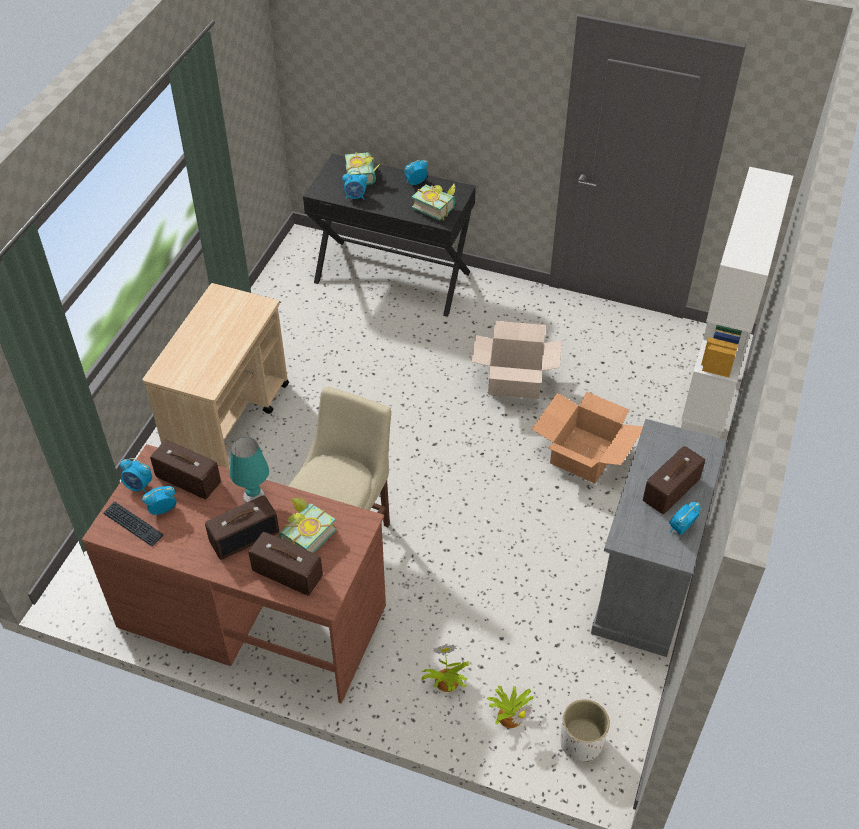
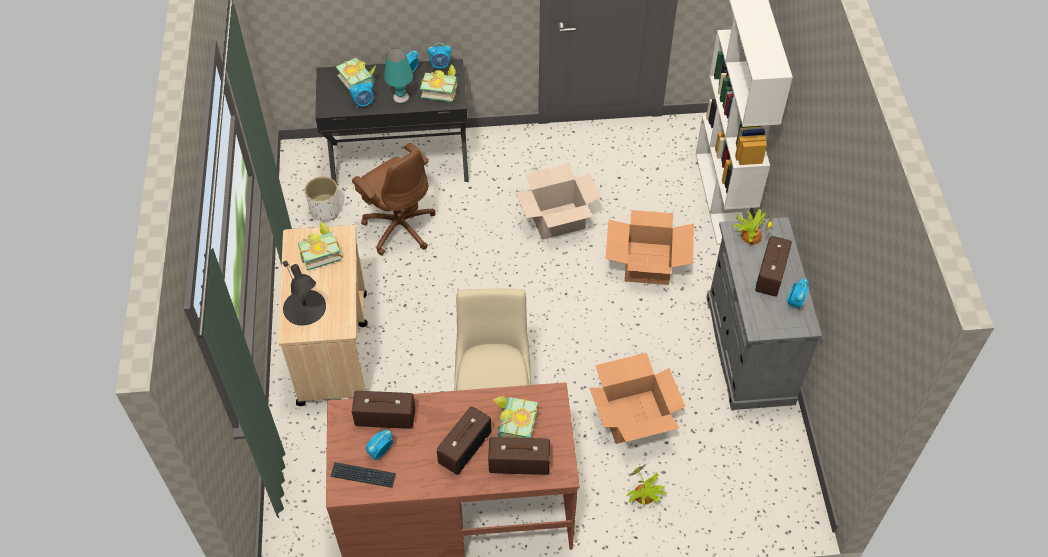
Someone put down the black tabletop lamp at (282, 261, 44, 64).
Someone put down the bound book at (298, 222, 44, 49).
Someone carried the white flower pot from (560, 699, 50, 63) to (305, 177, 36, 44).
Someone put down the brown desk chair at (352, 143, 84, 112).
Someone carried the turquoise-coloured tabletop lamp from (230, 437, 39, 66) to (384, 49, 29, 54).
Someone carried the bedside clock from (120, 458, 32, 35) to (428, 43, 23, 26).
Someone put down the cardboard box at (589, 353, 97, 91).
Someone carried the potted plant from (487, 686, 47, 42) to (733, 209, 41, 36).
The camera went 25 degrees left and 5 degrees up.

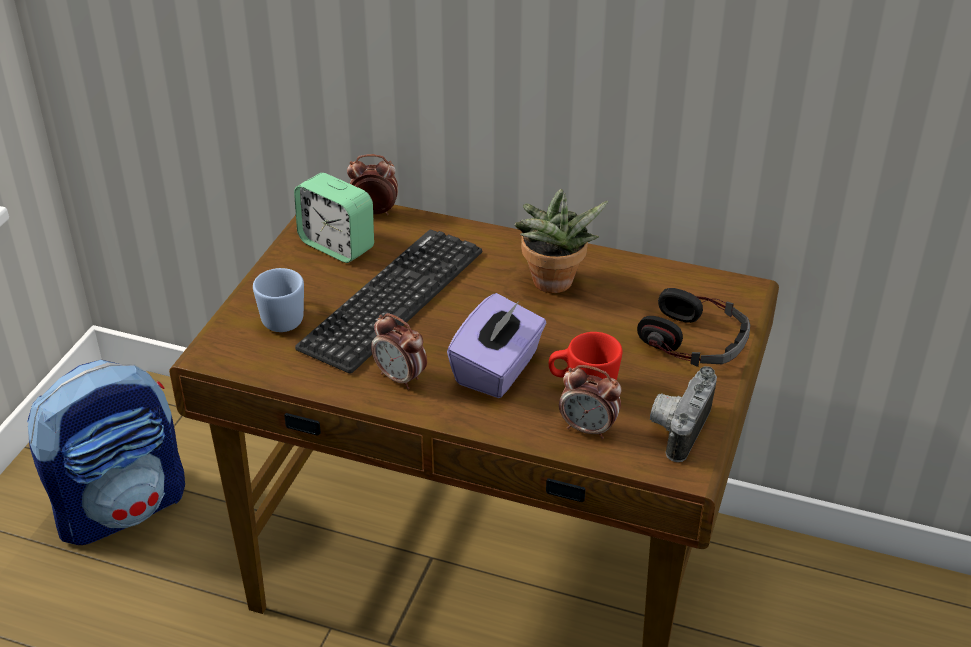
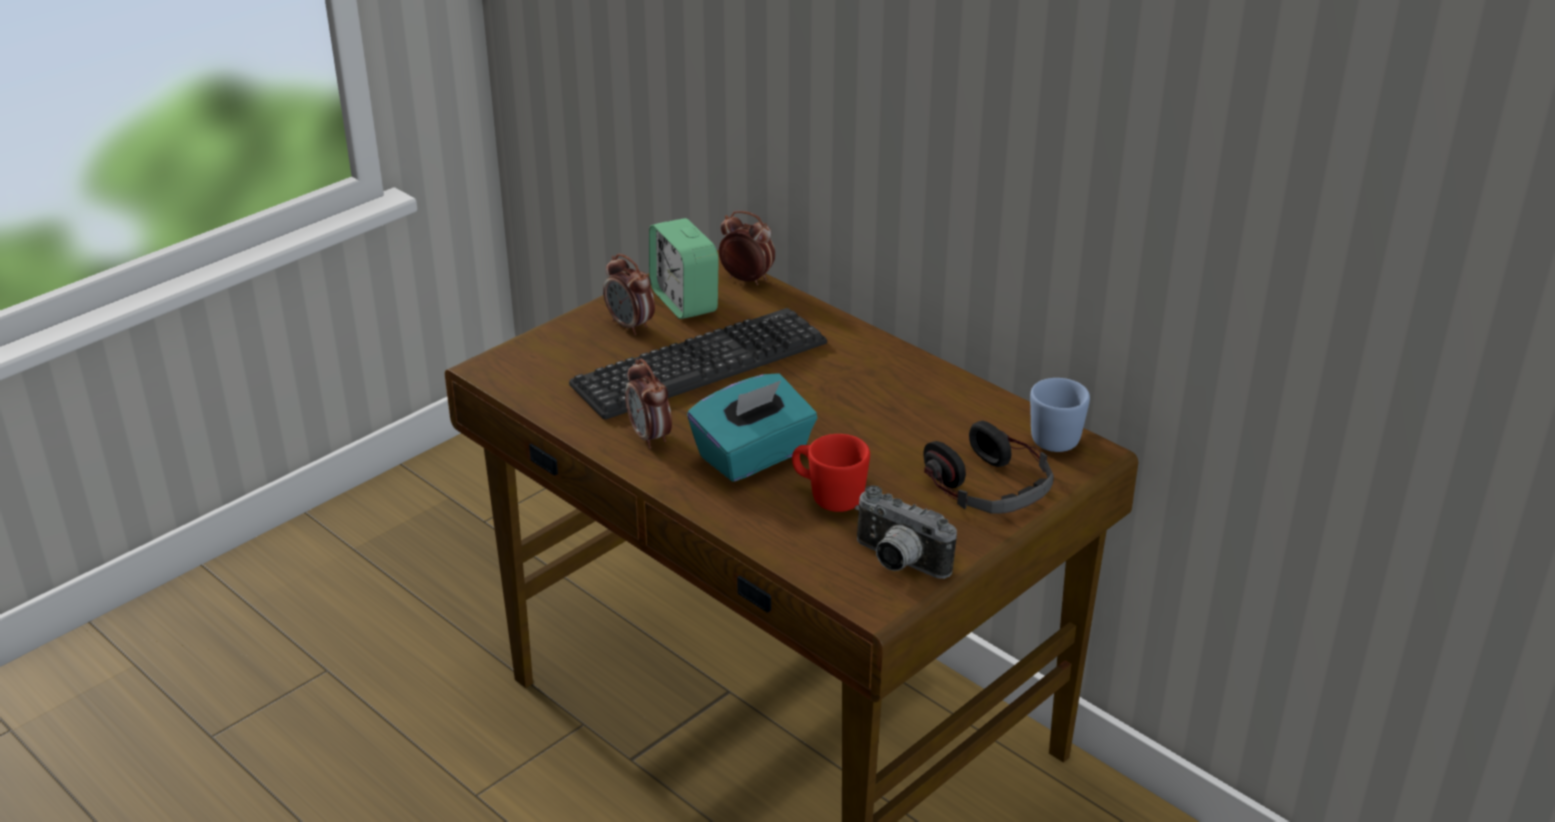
Someone carried the bedside clock from (559, 365, 63, 74) to (603, 254, 52, 81).
Someone repainted the purplish tissue box at (447, 293, 99, 105), which became the turquoise-coloured tissue box at (687, 374, 130, 108).
Someone rotated the photo camera at (650, 366, 67, 96) by 105 degrees counterclockwise.
Someone carried the bluish mug from (253, 268, 51, 64) to (1030, 378, 60, 74).
Someone took away the rucksack at (27, 360, 158, 185).
Someone took away the potted plant at (515, 189, 93, 104).
The camera went 25 degrees right and 5 degrees down.

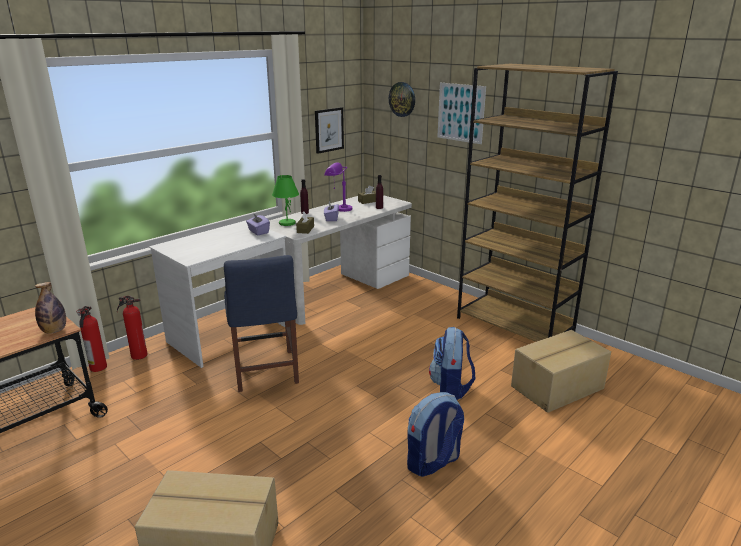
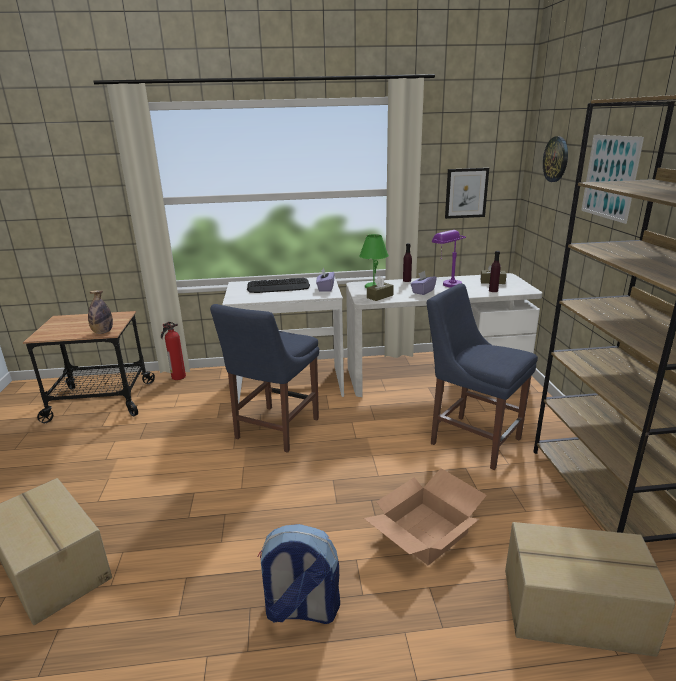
Someone put down the PC keyboard at (247, 278, 63, 15).
Someone swapped the rucksack at (429, 327, 46, 73) for the cardboard box at (364, 468, 123, 97).
Someone put down the bluish upright chair at (427, 283, 111, 187).
Someone took away the fire-fighting cylinder at (117, 296, 31, 64).
The camera went 40 degrees right and 0 degrees up.

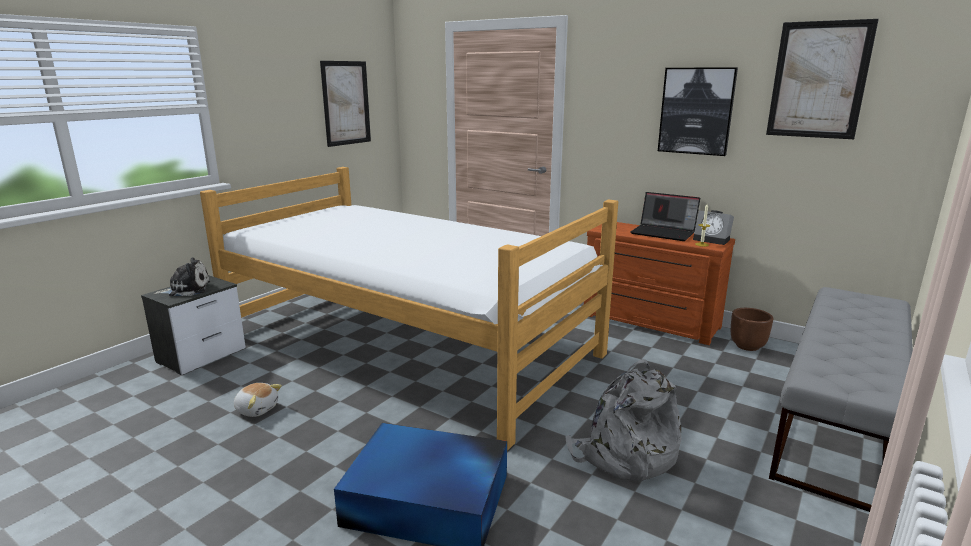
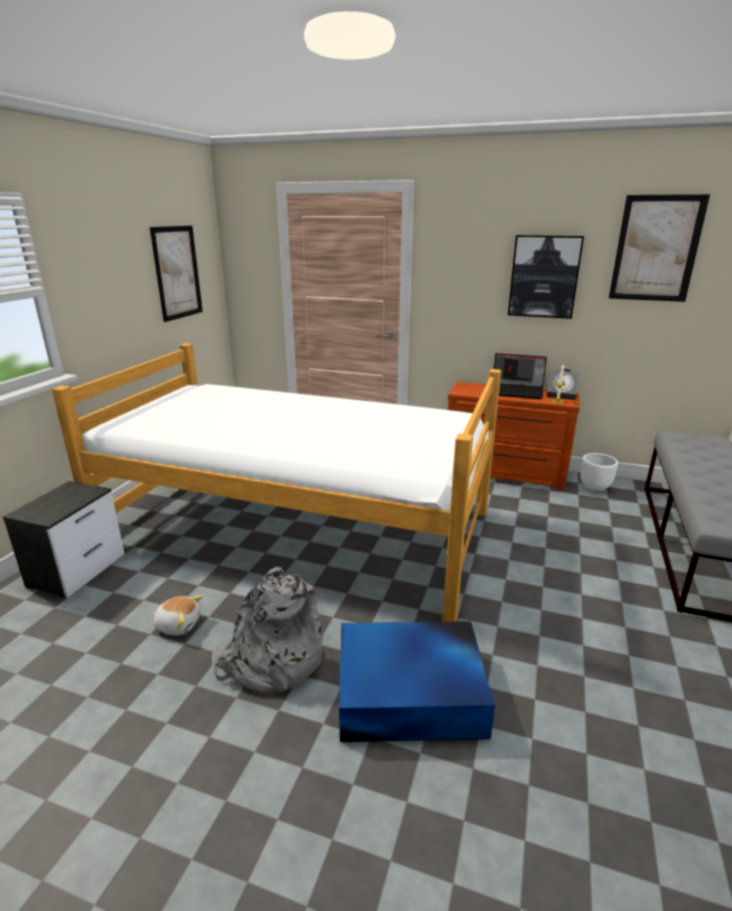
Someone carried the grey rucksack from (565, 359, 117, 122) to (212, 567, 111, 127).
Someone repainted the brown flower pot at (731, 308, 42, 43), which became the white flower pot at (581, 453, 37, 38).
Someone took away the soft toy at (154, 257, 56, 39).
The camera went 15 degrees left and 5 degrees up.

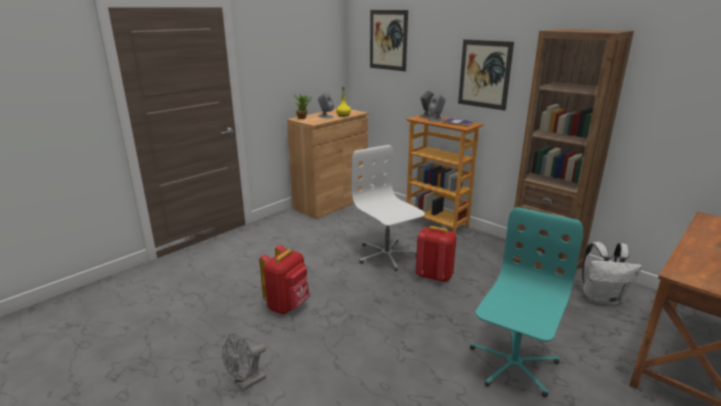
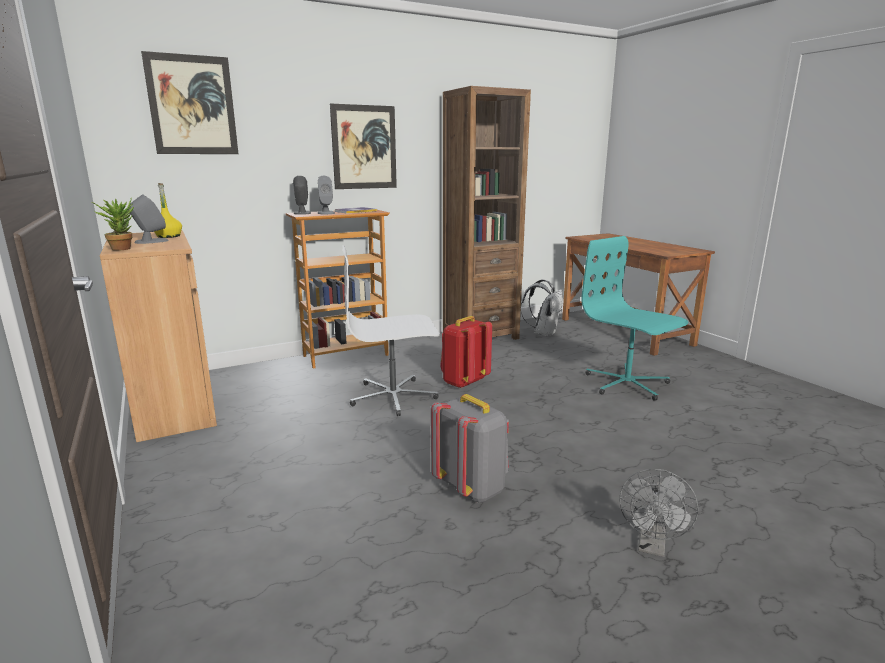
Someone repainted the red rucksack at (259, 245, 51, 69), which became the grey rucksack at (431, 394, 78, 109).
Someone rotated the grey electric fan at (222, 334, 44, 57) by 45 degrees clockwise.
The camera went 70 degrees left and 5 degrees down.

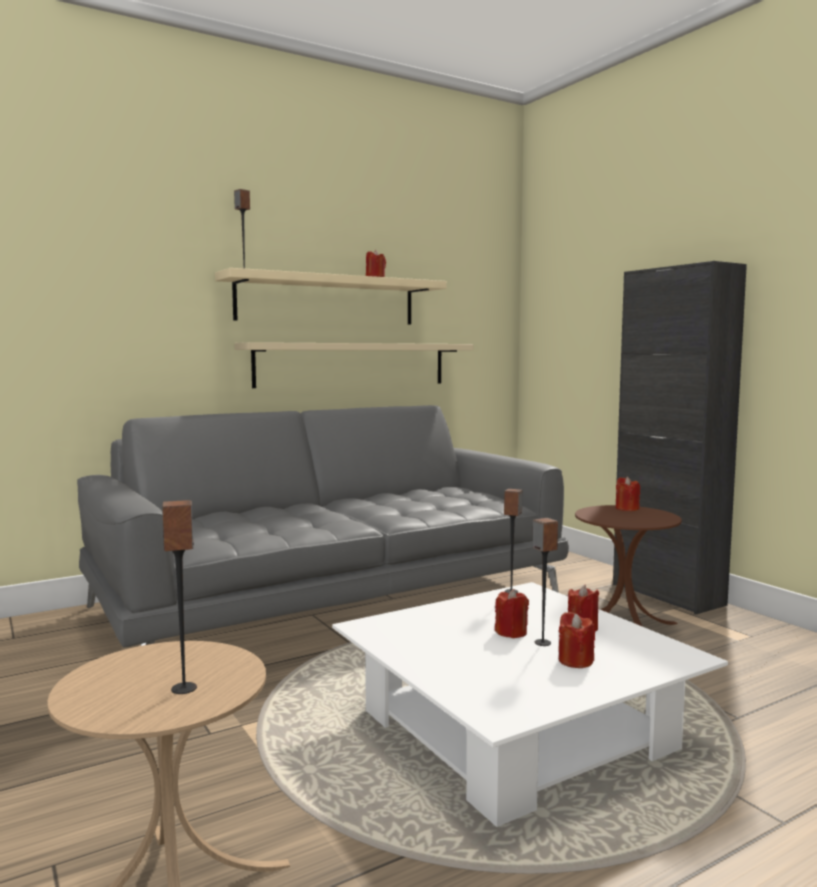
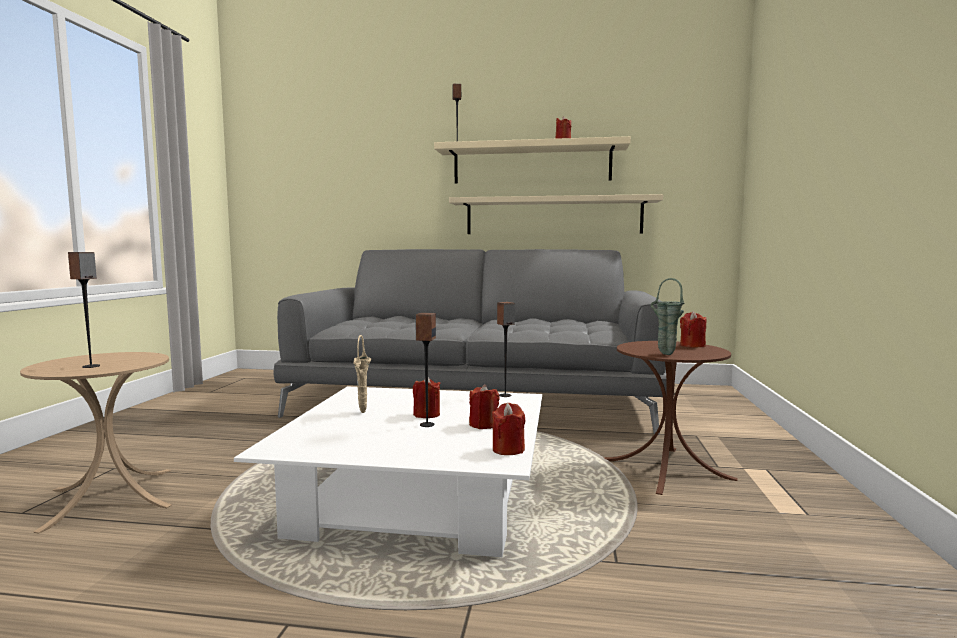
Someone put down the beige vase at (354, 335, 17, 78).
Someone carried the red wax candle from (559, 612, 36, 56) to (492, 403, 33, 52).
Someone put down the green-coloured vase at (650, 278, 35, 77).
Someone took away the black storage cabinet at (613, 261, 134, 353).
The camera went 40 degrees right and 0 degrees up.

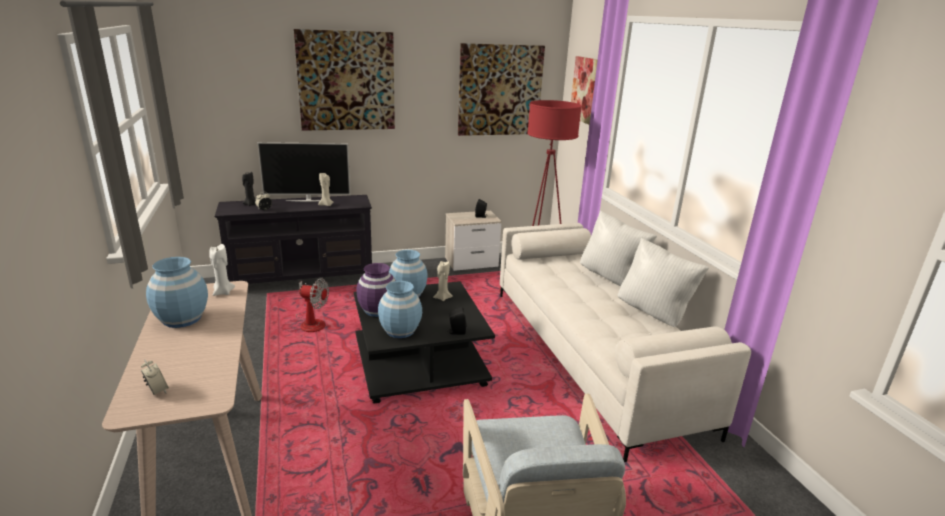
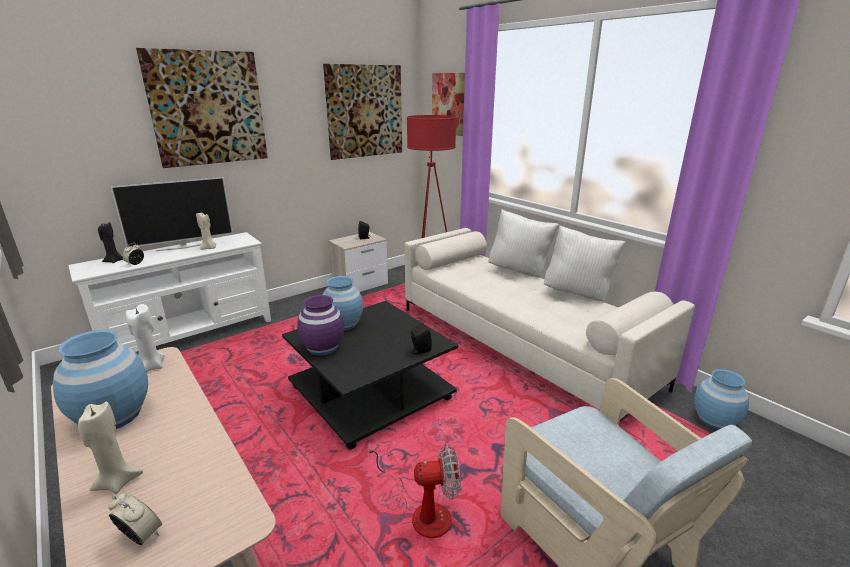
Someone repainted the black tv stand at (214, 195, 158, 89), which became the white tv stand at (68, 232, 203, 120).
Someone carried the beige wax candle from (433, 261, 20, 40) to (78, 402, 65, 92).
Someone carried the electric fan from (296, 278, 33, 54) to (369, 444, 92, 94).
Someone carried the bluish vase from (378, 281, 44, 57) to (694, 369, 55, 61).
The camera went 20 degrees left and 0 degrees up.

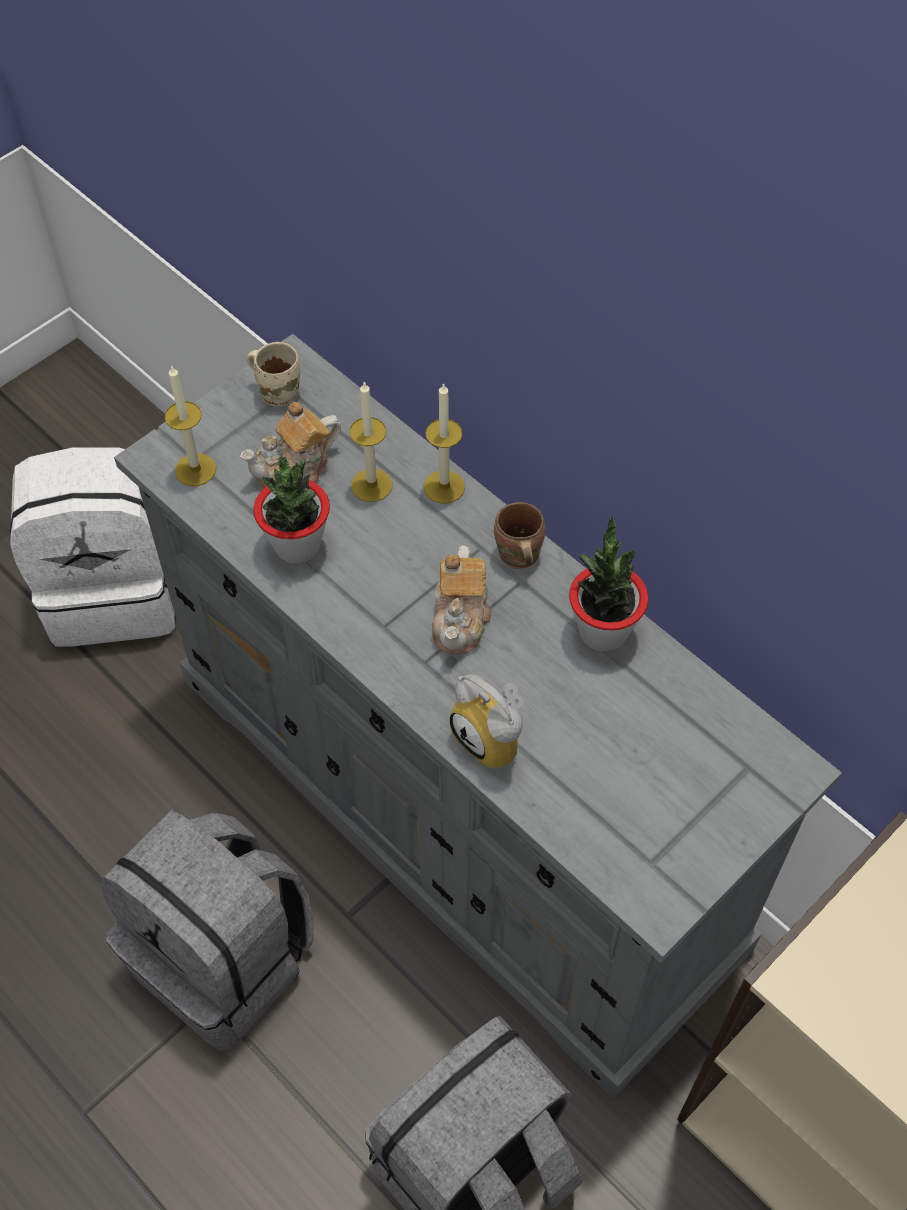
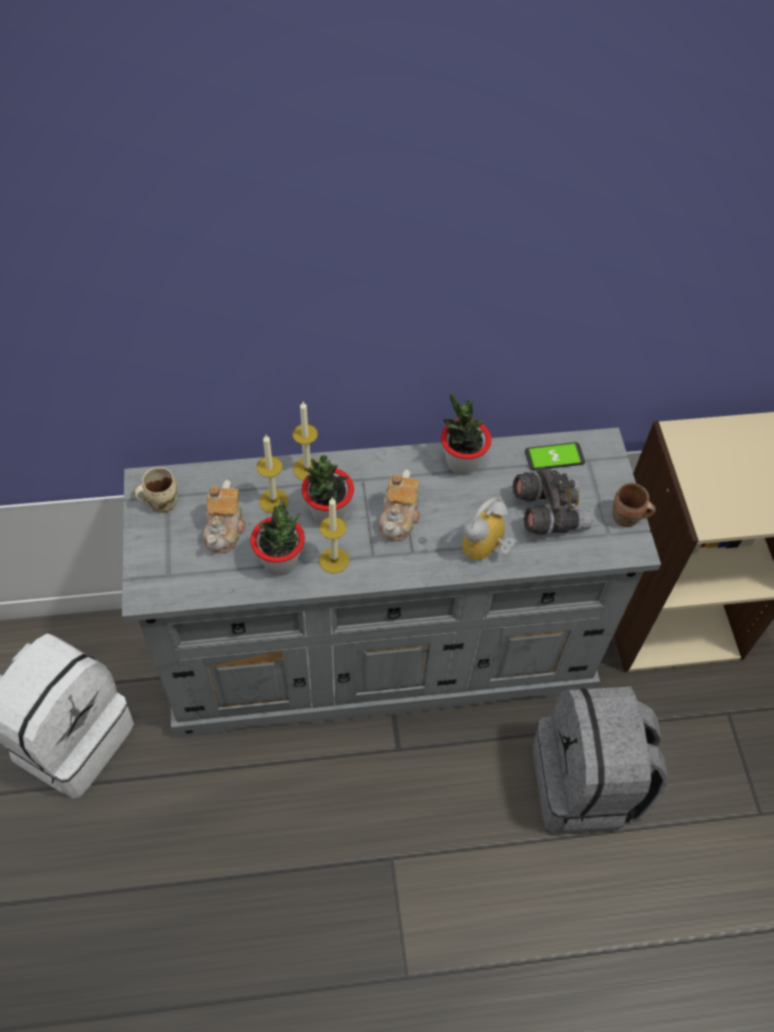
Someone put down the potted plant at (302, 455, 52, 69).
Someone carried the wax candle from (165, 365, 51, 121) to (319, 497, 30, 76).
Someone rotated the tea pot at (432, 545, 59, 109) by 60 degrees clockwise.
Someone rotated the bedside clock at (450, 674, 74, 94) by 135 degrees clockwise.
Someone put down the grey pair of binoculars at (512, 467, 80, 68).
Someone put down the handset at (525, 442, 60, 28).
Someone carried the brown mug from (494, 502, 51, 67) to (612, 483, 44, 44).
Someone took away the grey rucksack at (100, 810, 214, 241).
The camera went 55 degrees left and 0 degrees up.

